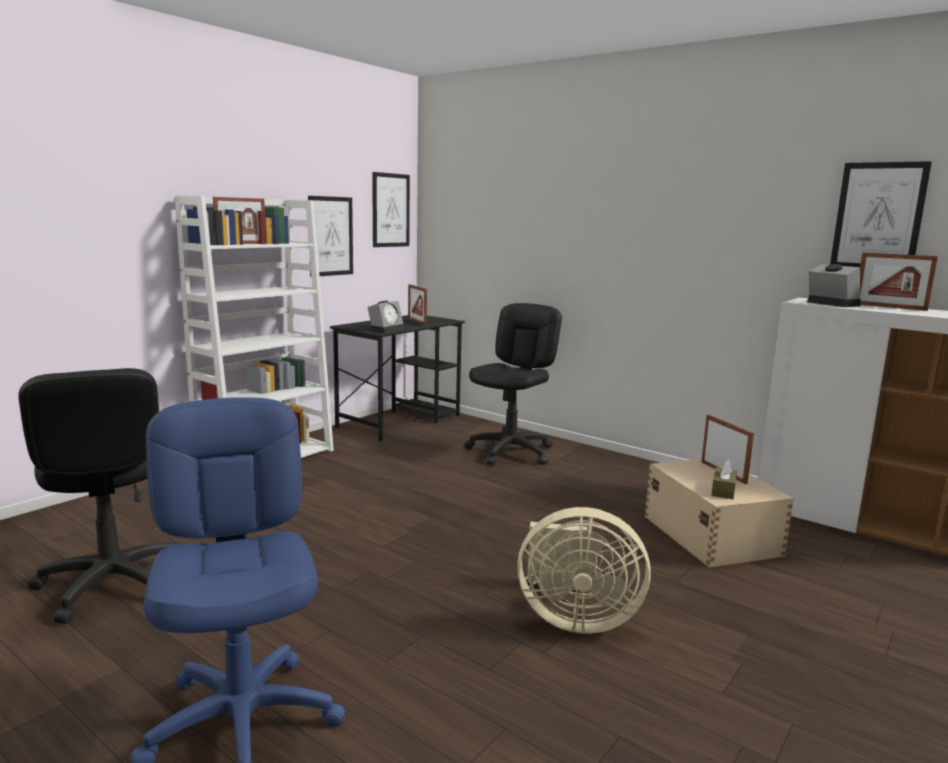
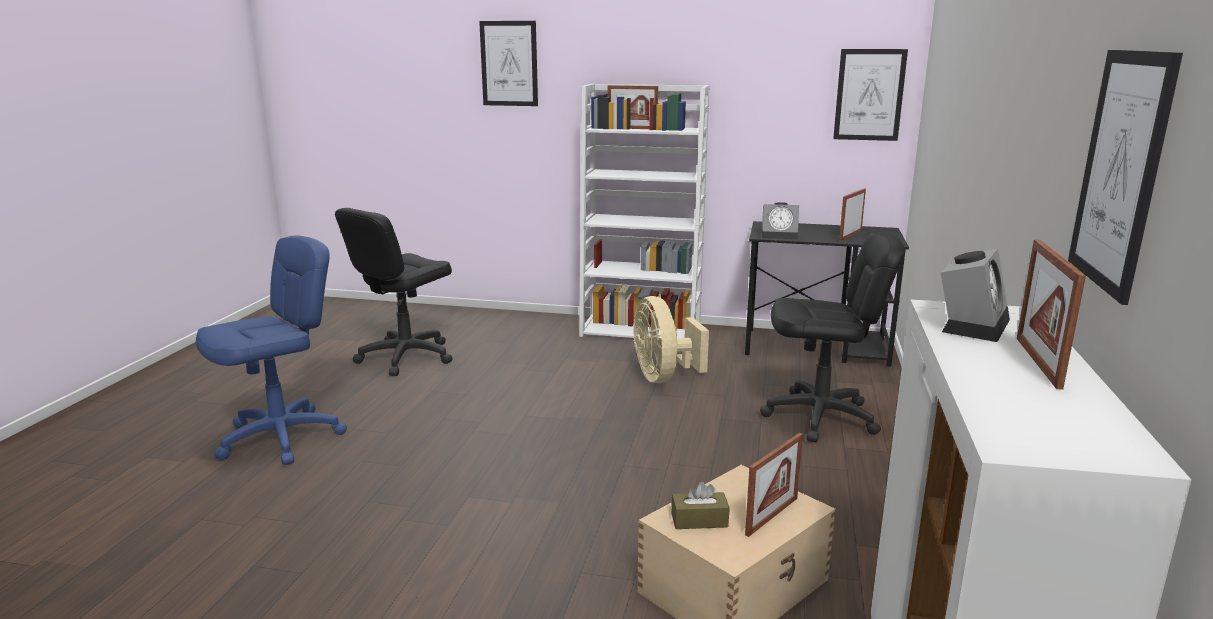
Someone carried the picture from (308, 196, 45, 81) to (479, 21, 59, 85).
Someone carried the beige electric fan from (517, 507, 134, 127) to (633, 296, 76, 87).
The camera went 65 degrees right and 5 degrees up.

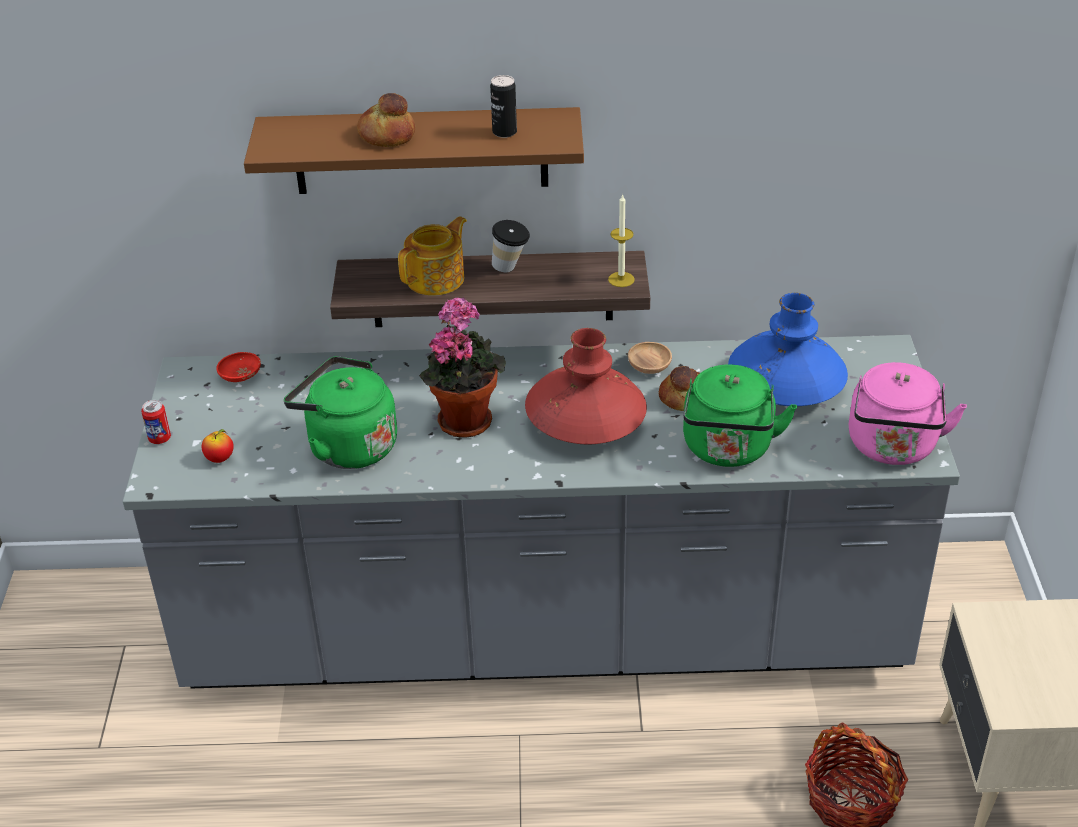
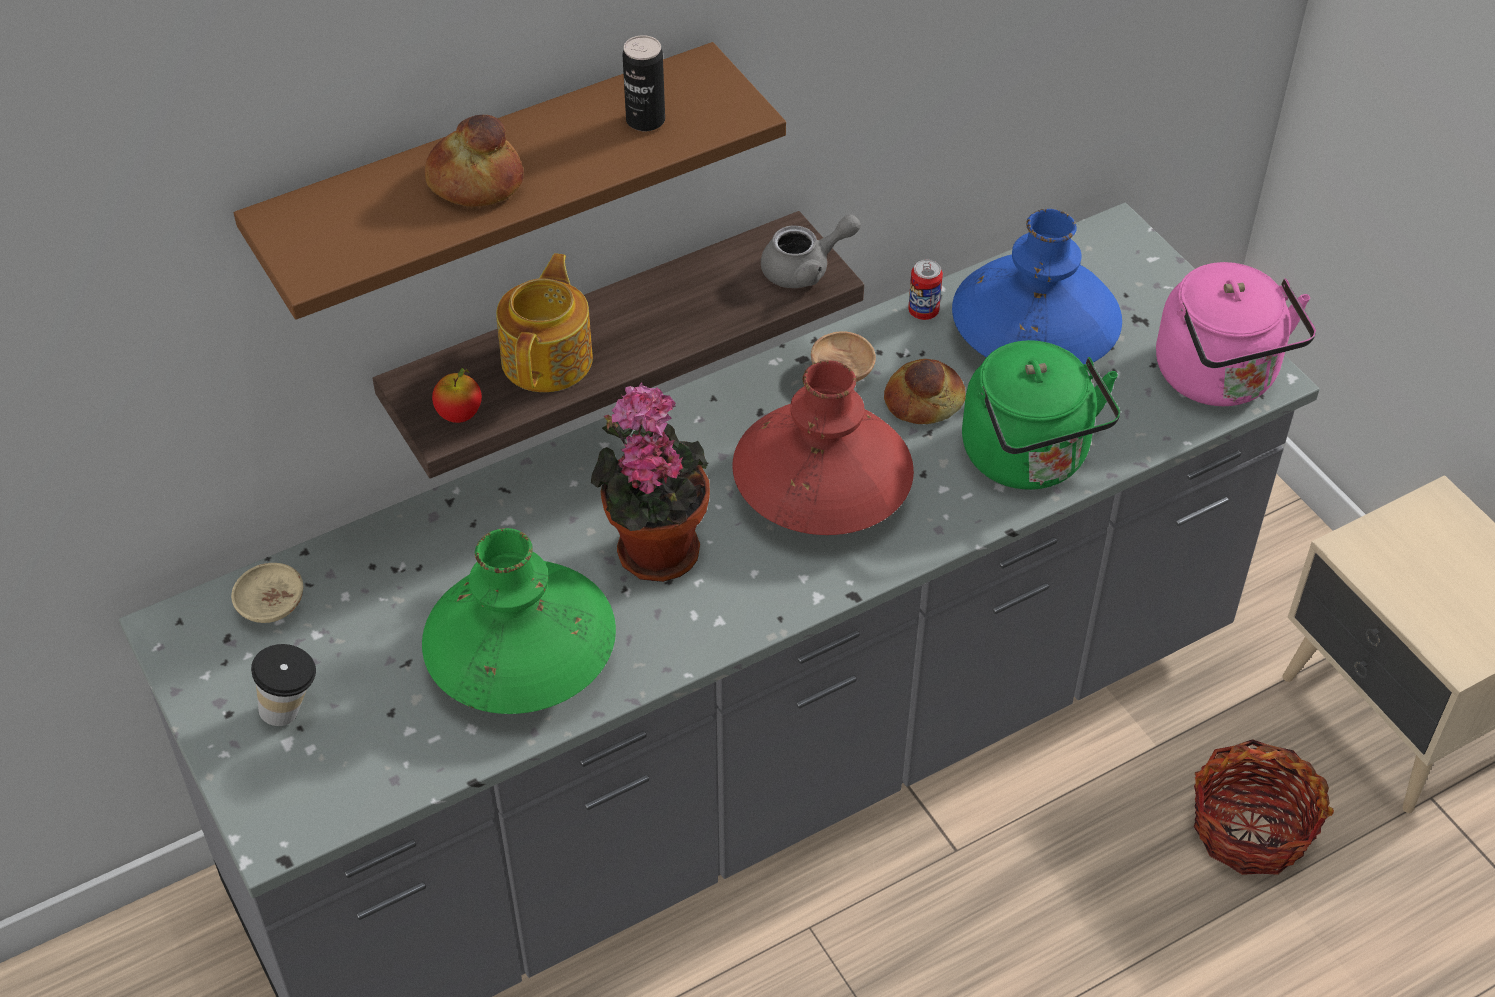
Someone repainted the red serving bowl at (216, 352, 45, 30), which became the beige serving bowl at (231, 563, 72, 60).
Someone carried the drinking cup from (492, 220, 38, 52) to (251, 644, 65, 82).
Someone swapped the green-coloured tea kettle at (284, 356, 113, 113) for the green-coloured vase at (422, 528, 194, 186).
Someone carried the apple from (202, 429, 32, 34) to (432, 368, 50, 55).
Someone swapped the wax candle at (608, 194, 27, 93) for the grey tea pot at (761, 214, 100, 74).
Someone carried the sealed can from (141, 400, 30, 44) to (908, 260, 35, 60).
The camera went 30 degrees left and 10 degrees up.

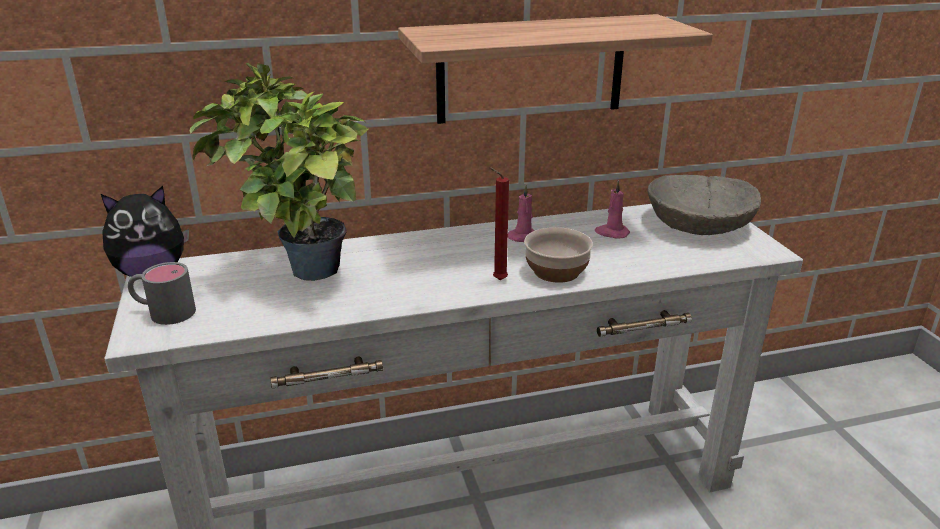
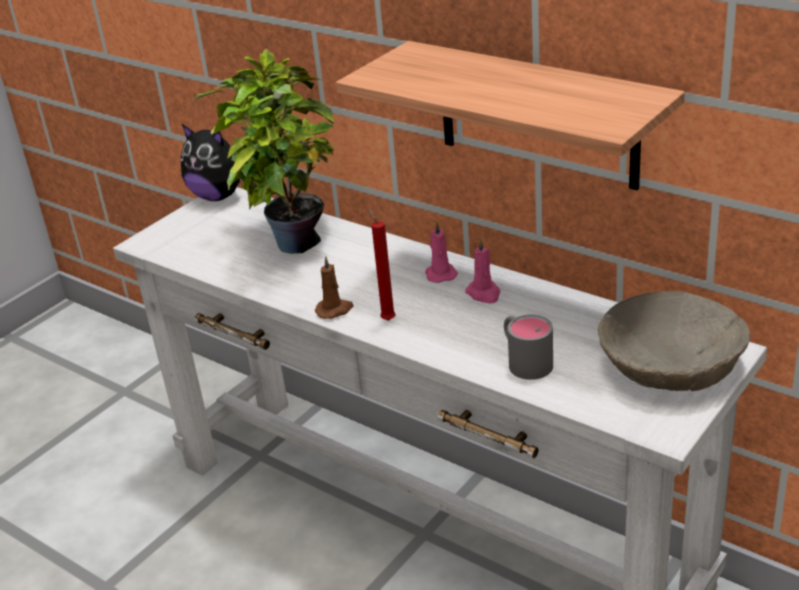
Someone put down the brown wax candle at (315, 256, 39, 63).
Someone carried the pinkish wax candle from (595, 180, 35, 59) to (425, 221, 33, 62).
Someone carried the grey mug from (128, 262, 68, 63) to (504, 314, 49, 66).
Someone took away the serving bowl at (524, 227, 69, 56).
The camera went 55 degrees right and 5 degrees up.

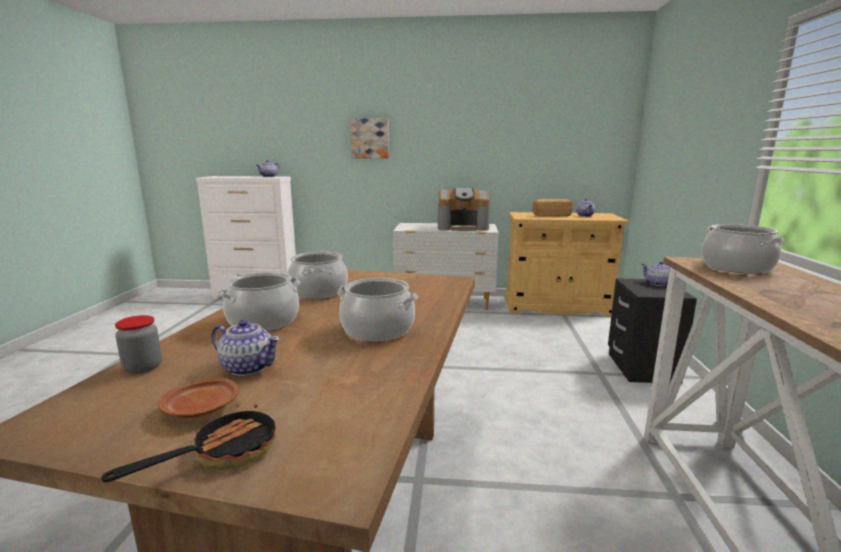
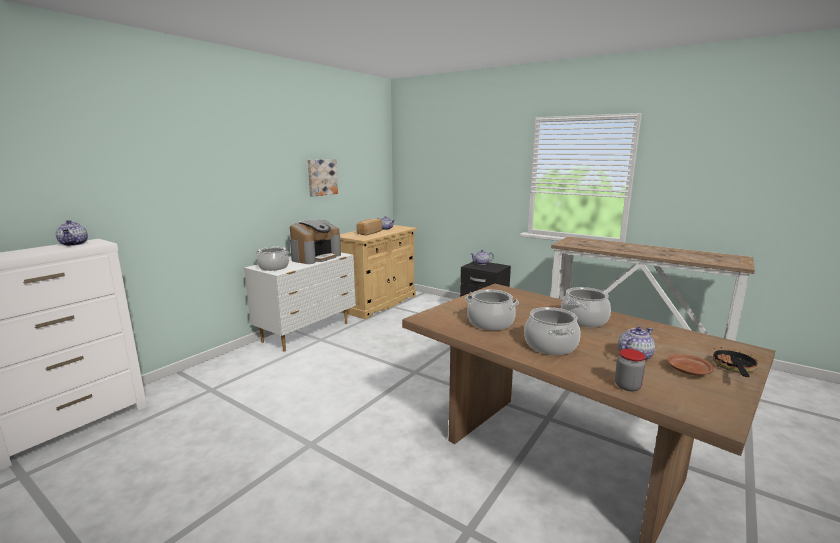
Someone carried the cooking pot from (701, 224, 83, 50) to (256, 247, 33, 24).
Someone carried the picture from (350, 118, 39, 40) to (308, 159, 30, 38).
Someone rotated the skillet at (101, 396, 175, 86) by 45 degrees clockwise.
The camera went 60 degrees left and 0 degrees up.

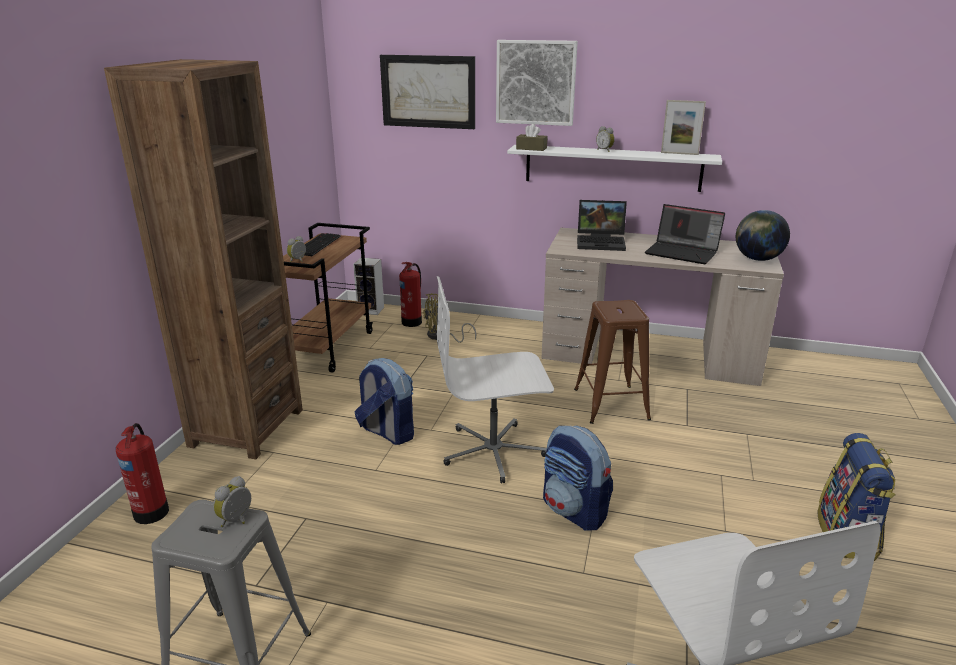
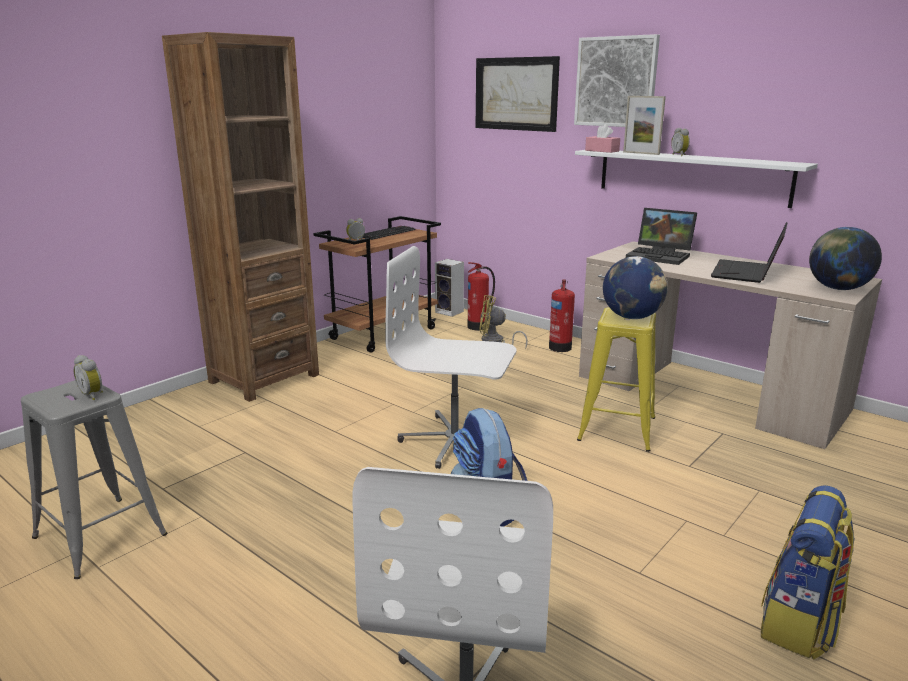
Someone rotated the bedside clock at (213, 476, 38, 51) by 105 degrees counterclockwise.
Someone carried the fire-fighting cylinder from (116, 423, 53, 101) to (549, 280, 26, 72).
Someone repainted the brown sitting stool at (574, 300, 77, 124), which became the yellowish sitting stool at (577, 307, 79, 145).
Someone repainted the brown tissue box at (516, 124, 31, 27), which became the pinkish tissue box at (585, 124, 35, 29).
Someone put down the desk globe at (603, 256, 65, 63).
Someone carried the standing frame from (661, 100, 45, 55) to (623, 96, 43, 59).
Someone rotated the notebook computer at (645, 204, 80, 60) by 60 degrees clockwise.
Someone took away the rucksack at (354, 358, 60, 87).
The camera went 25 degrees right and 5 degrees down.

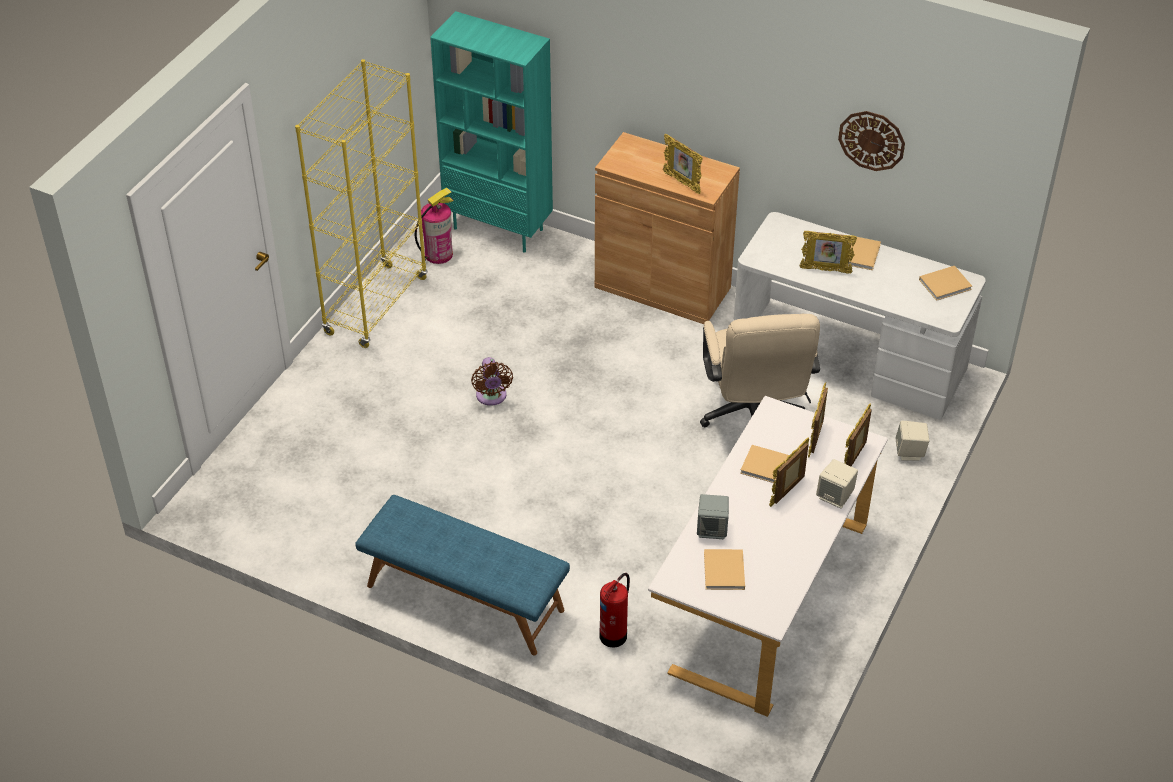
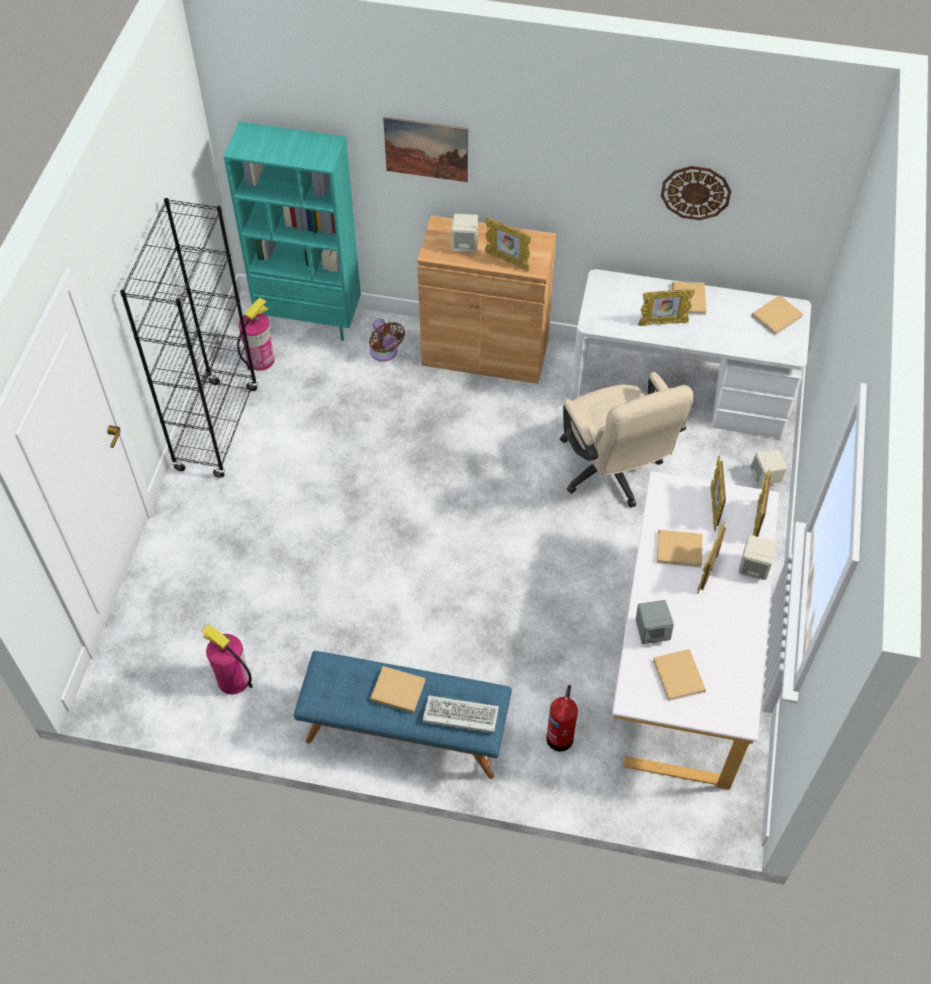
Someone repainted the yellowish bookshelf at (295, 59, 133, 289), which became the black bookshelf at (120, 198, 138, 280).
Someone put down the fire-fighting cylinder at (202, 624, 51, 70).
Someone carried the brown electric fan from (471, 357, 42, 49) to (369, 318, 36, 44).
Someone put down the beige bound book at (370, 666, 56, 47).
Someone put up the picture at (383, 117, 85, 65).
Someone put down the PC keyboard at (423, 695, 76, 38).
Someone put down the beige audio speaker at (451, 214, 27, 39).
The camera went 15 degrees left and 10 degrees up.

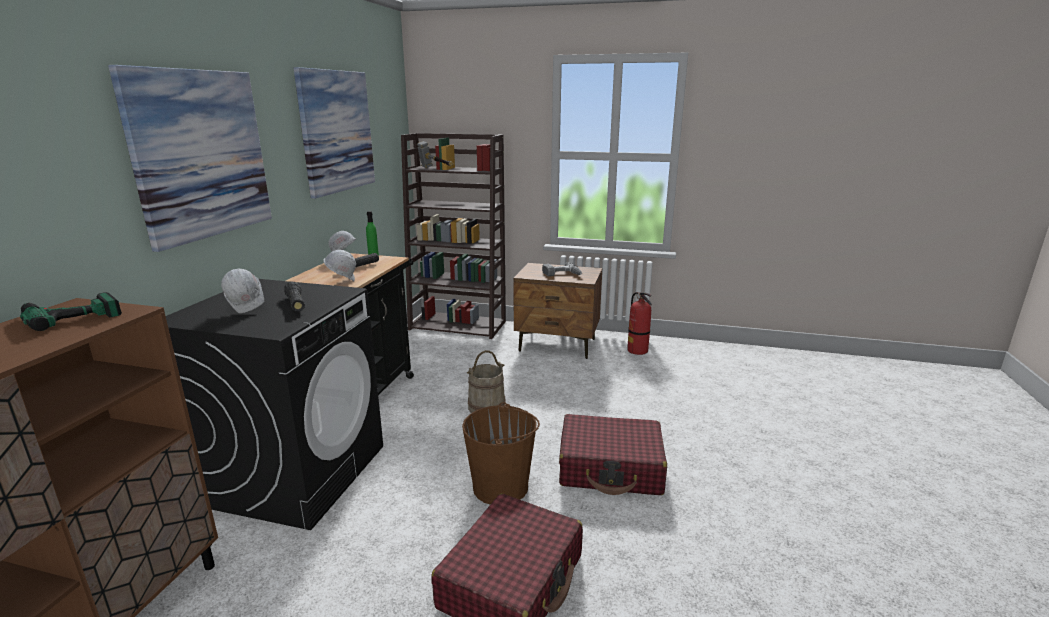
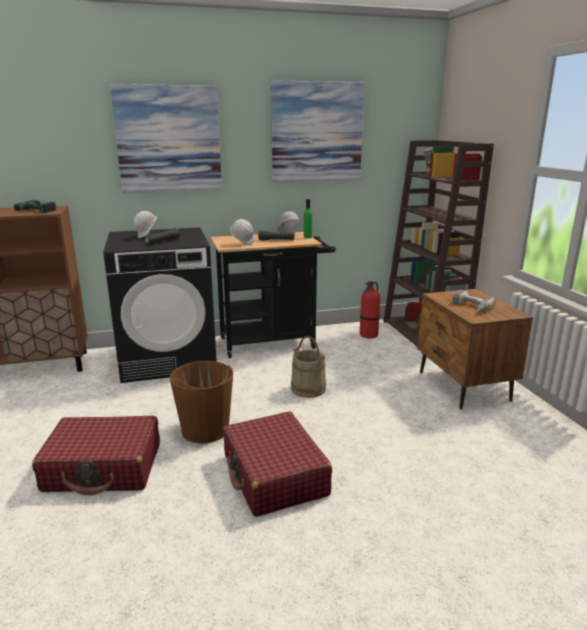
Someone carried the fire-fighting cylinder from (627, 292, 25, 63) to (360, 281, 20, 57).
The camera went 60 degrees right and 0 degrees up.

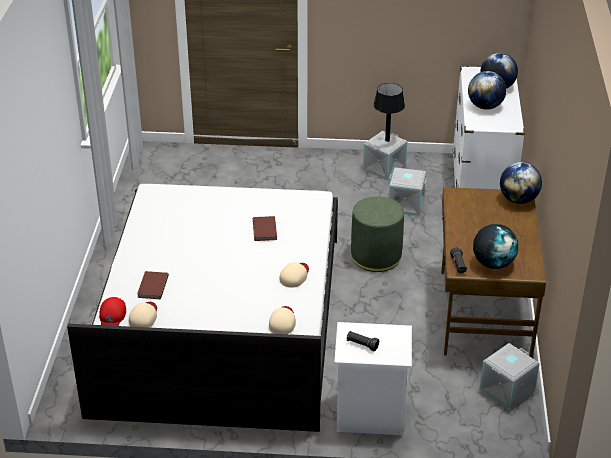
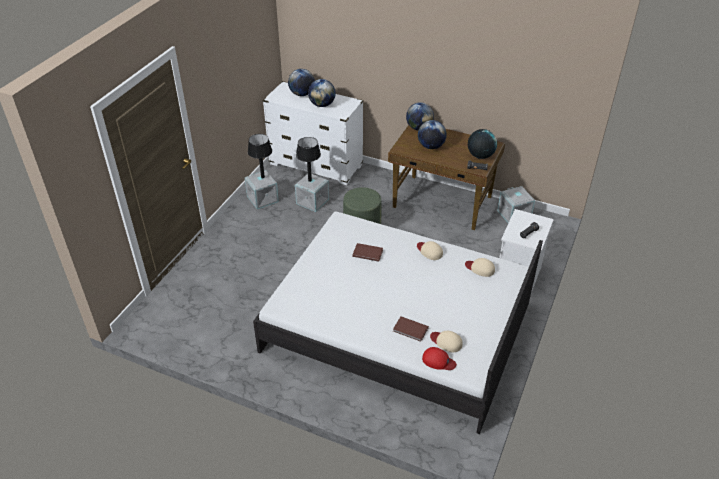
Someone put down the black tabletop lamp at (296, 137, 25, 45).
Someone put down the desk globe at (418, 120, 29, 29).
The camera went 70 degrees left and 5 degrees up.

